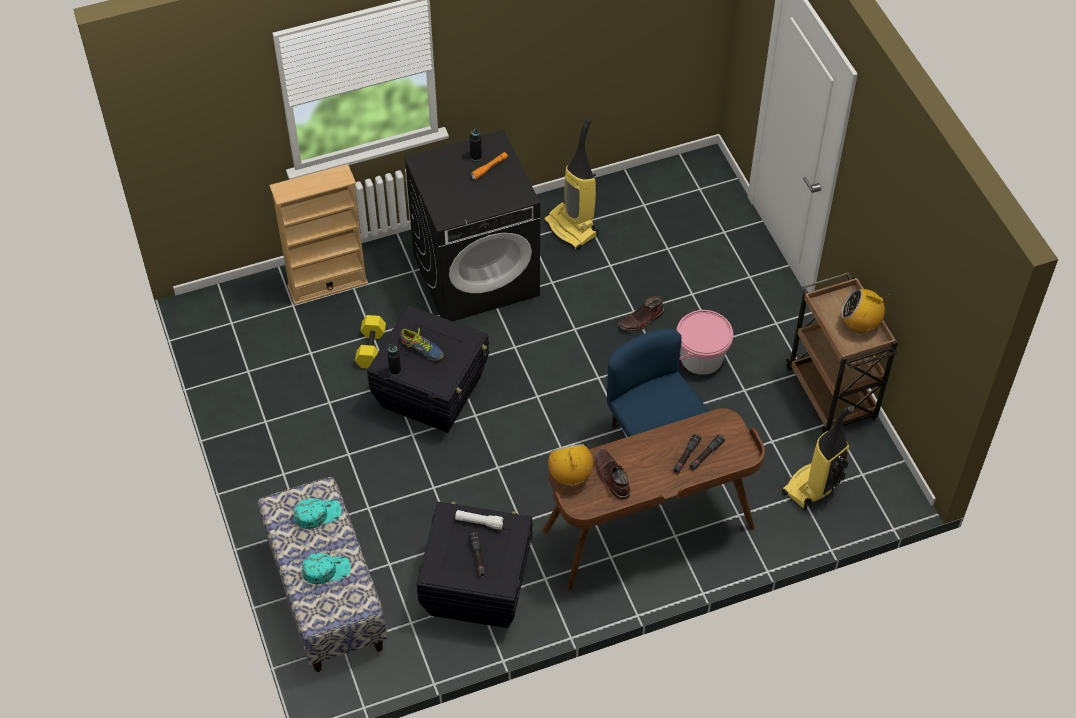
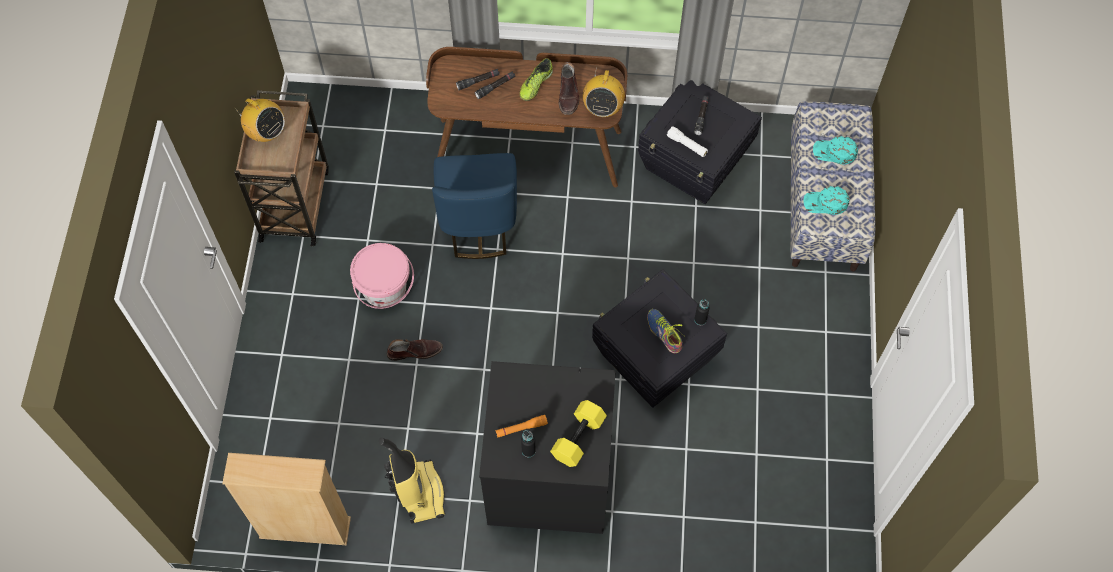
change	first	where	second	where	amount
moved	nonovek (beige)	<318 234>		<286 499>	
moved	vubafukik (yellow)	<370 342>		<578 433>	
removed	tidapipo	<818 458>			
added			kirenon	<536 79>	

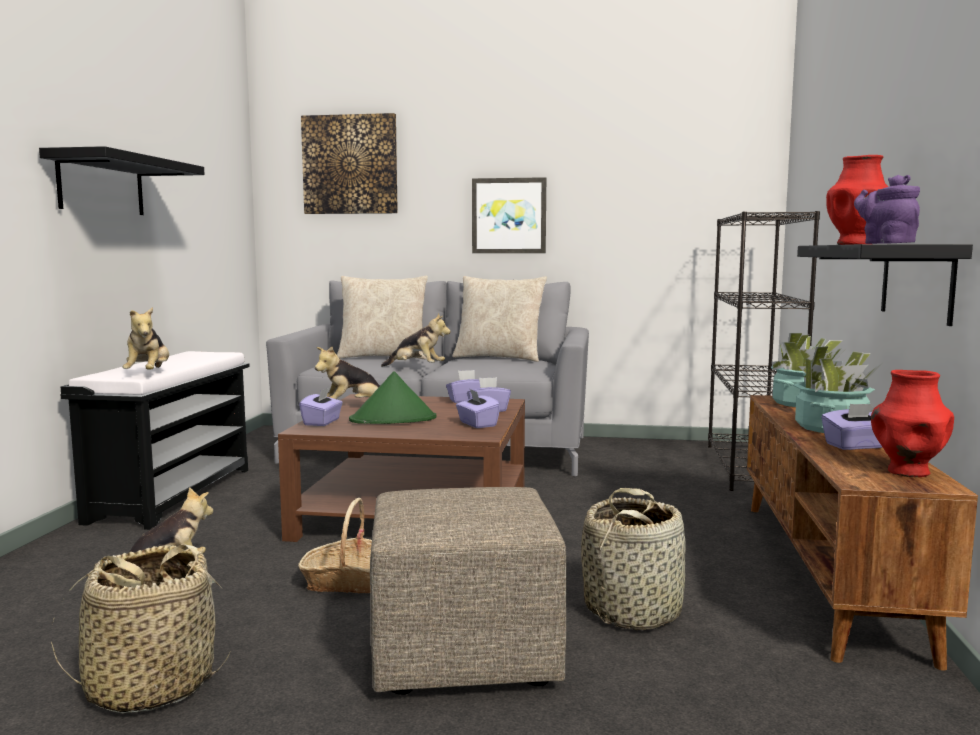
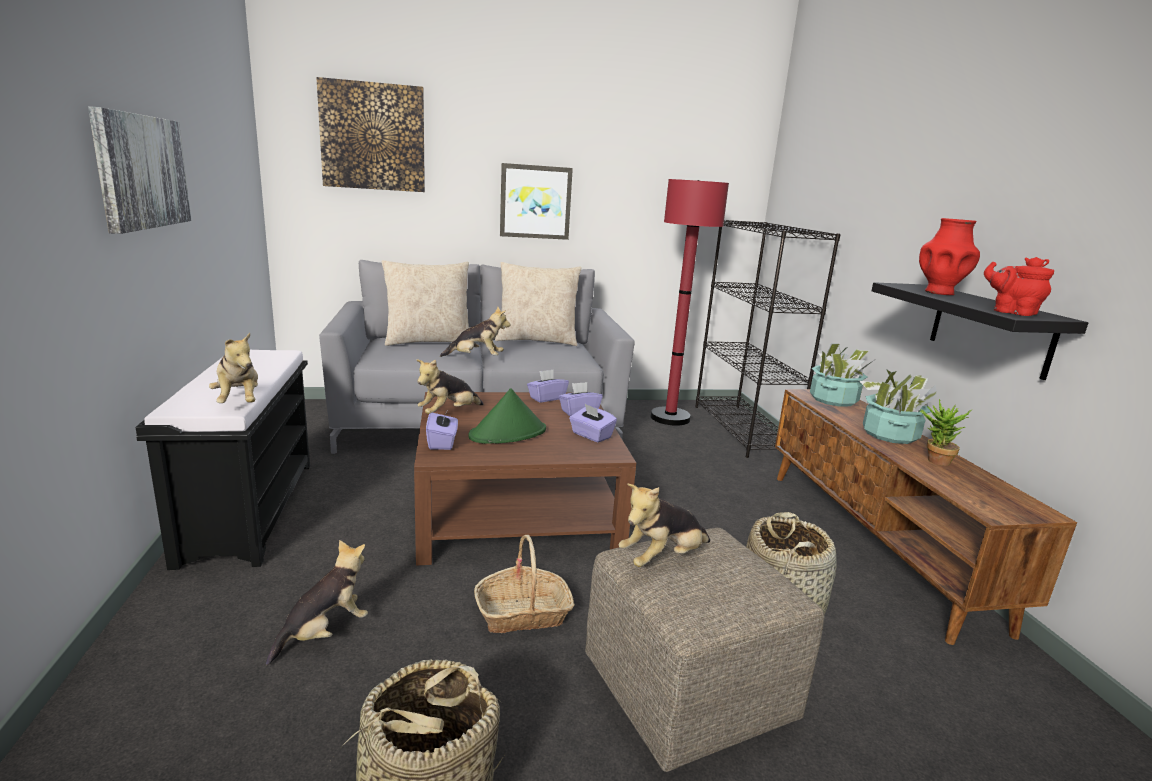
change	first	where	second	where	amount
replaced	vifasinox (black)	<122 180>	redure	<139 170>	
replaced	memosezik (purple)	<851 427>	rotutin	<945 432>	
recoloured	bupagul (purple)	<887 209>	bupagul (red)	<1019 286>	
removed	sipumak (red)	<912 423>			
added			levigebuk	<664 525>	
added			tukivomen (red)	<690 302>	

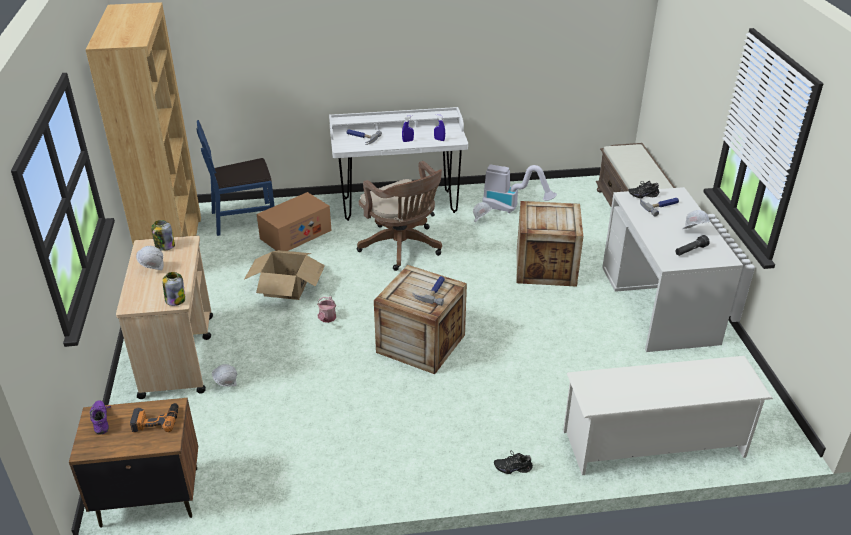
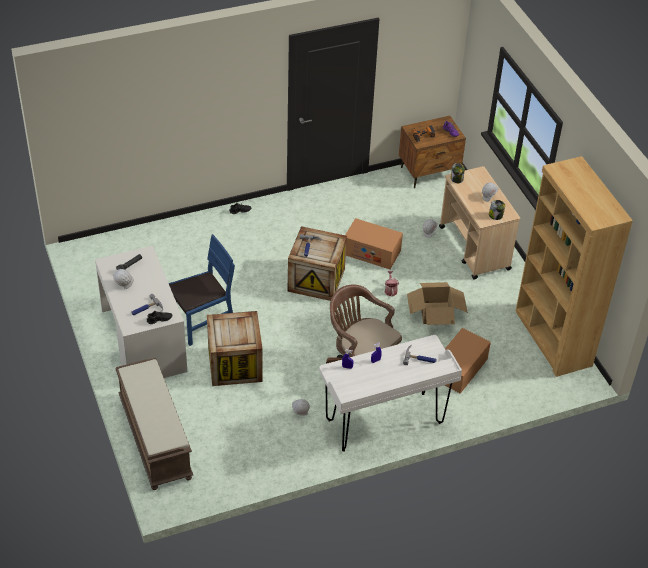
change	first	where	second	where	amount
moved	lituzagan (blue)	<235 178>		<202 290>	
removed	tidapipo	<519 189>			
removed	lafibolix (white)	<668 415>			
added			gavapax	<374 243>	

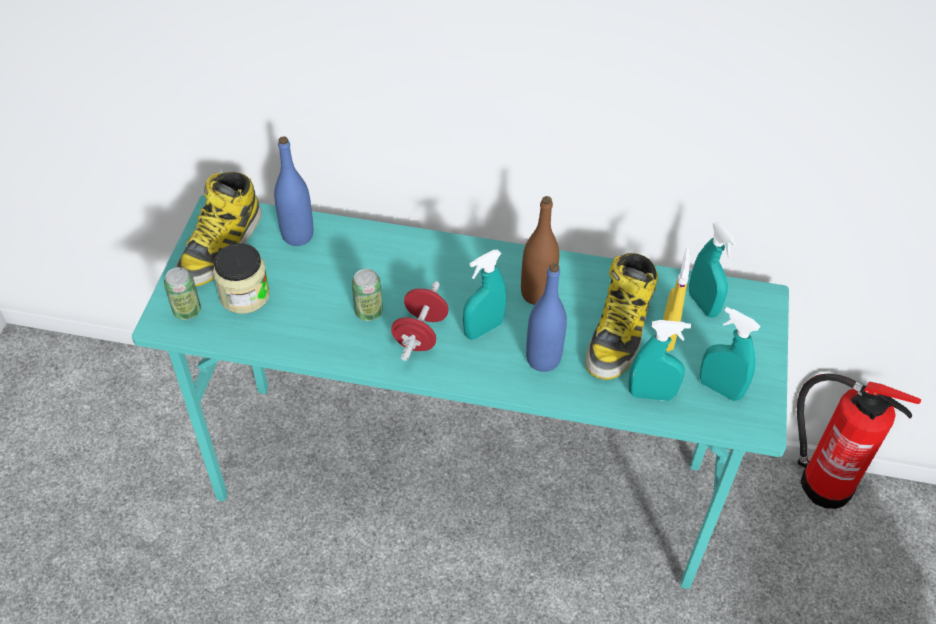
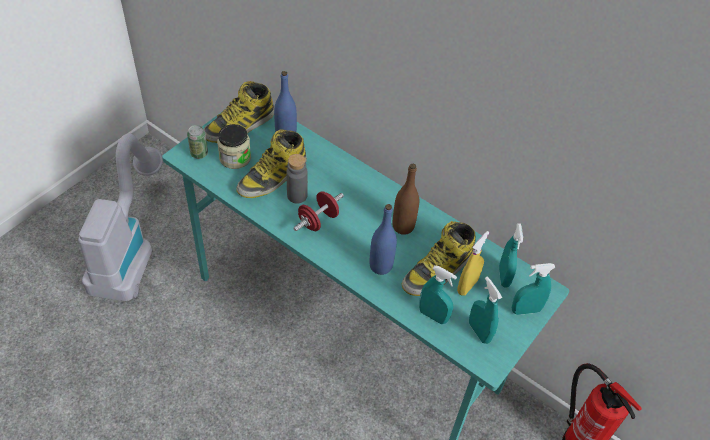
change	first	where	second	where	amount
replaced	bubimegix	<367 295>	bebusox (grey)	<297 178>	
moved	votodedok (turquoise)	<484 295>		<533 289>	
added			tidapipo	<120 217>	
added			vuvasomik	<272 163>	

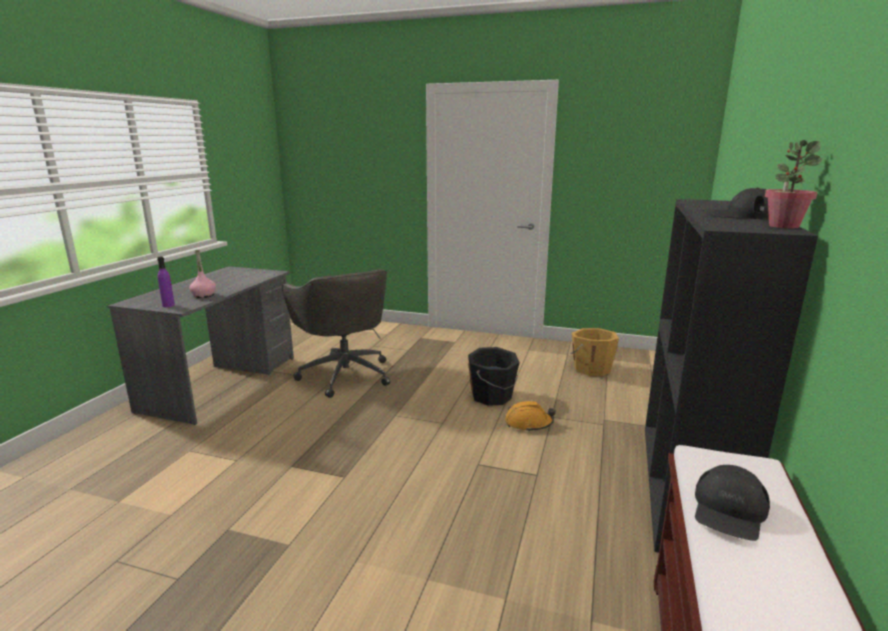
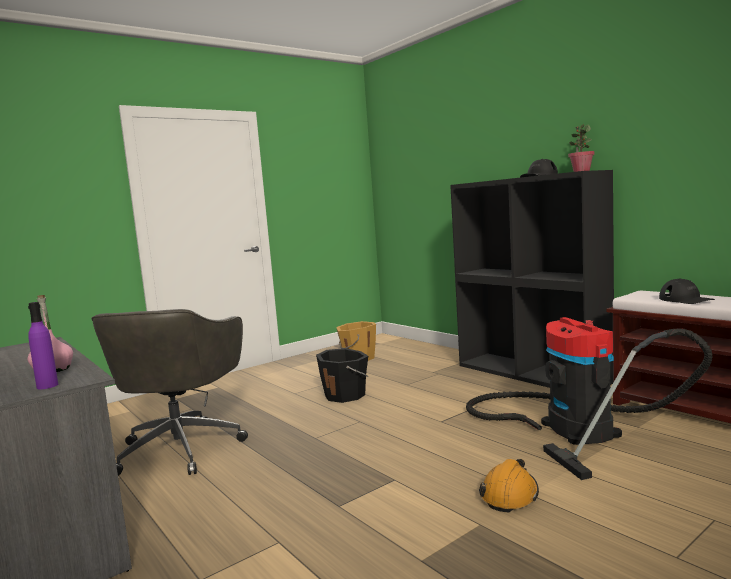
change	first	where	second	where	amount
turned	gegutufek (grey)	<336 333>		<169 392>	90 degrees clockwise
moved	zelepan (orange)	<530 416>		<509 485>	
added			tidapipo	<589 398>	

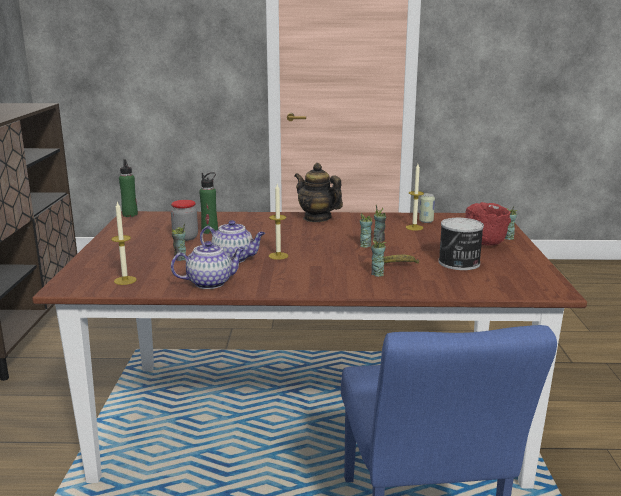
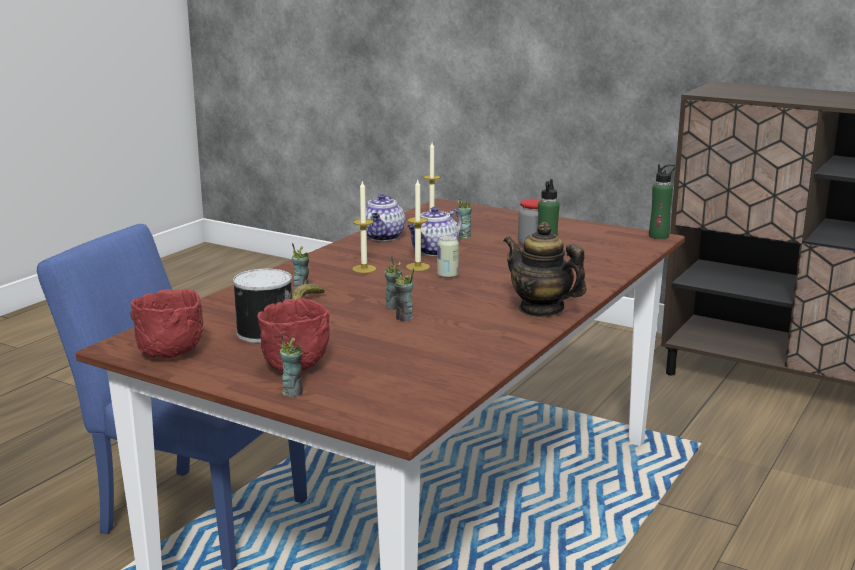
change	first	where	second	where	amount
turned	bupagul	<318 192>		<545 269>	120 degrees counterclockwise
moved	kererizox	<415 197>		<364 226>	
moved	bubimegix	<427 208>		<448 256>	
added			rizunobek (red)	<166 323>	

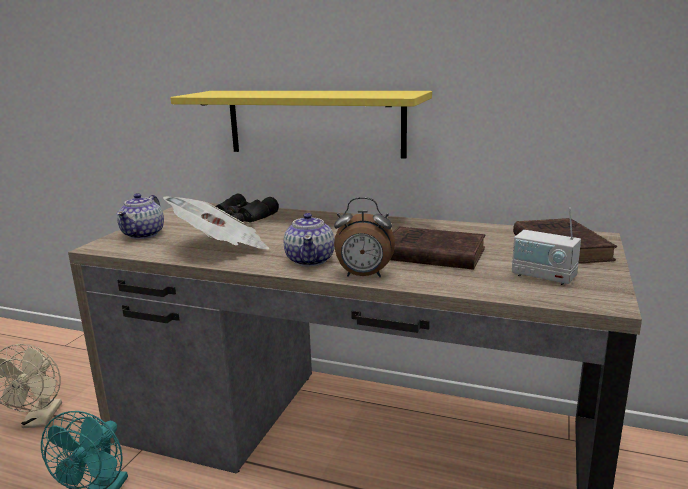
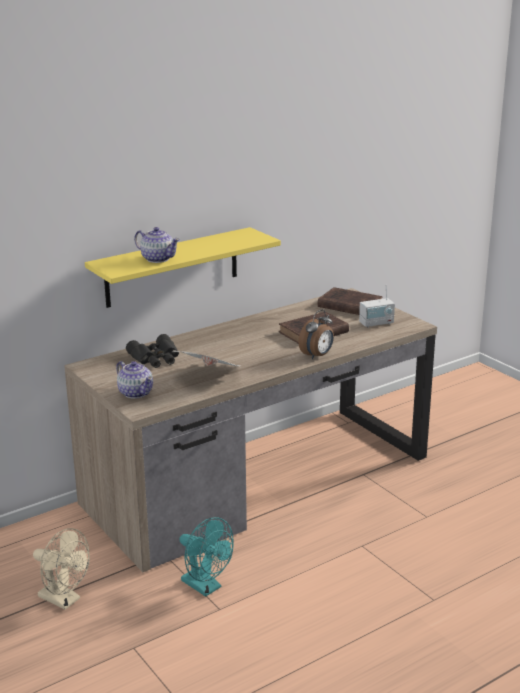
change	first	where	second	where	amount
moved	bupagul	<309 240>		<157 245>	

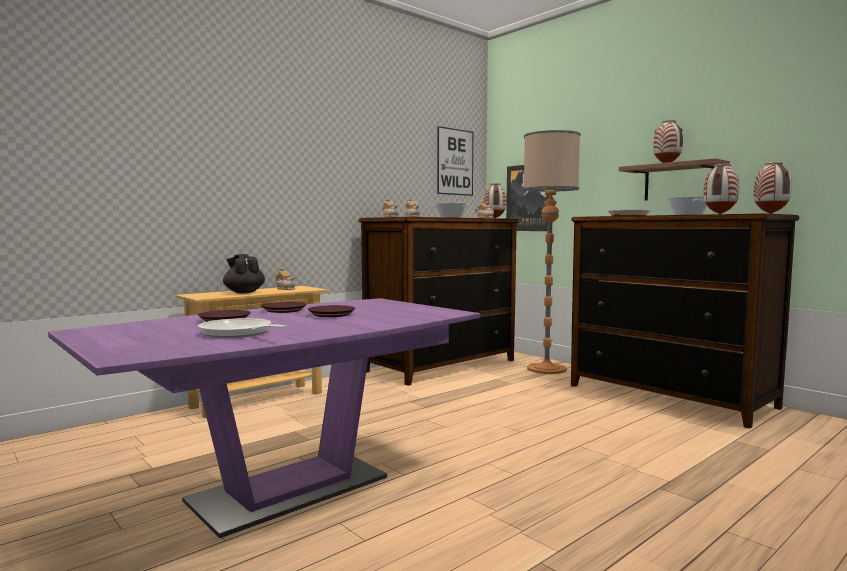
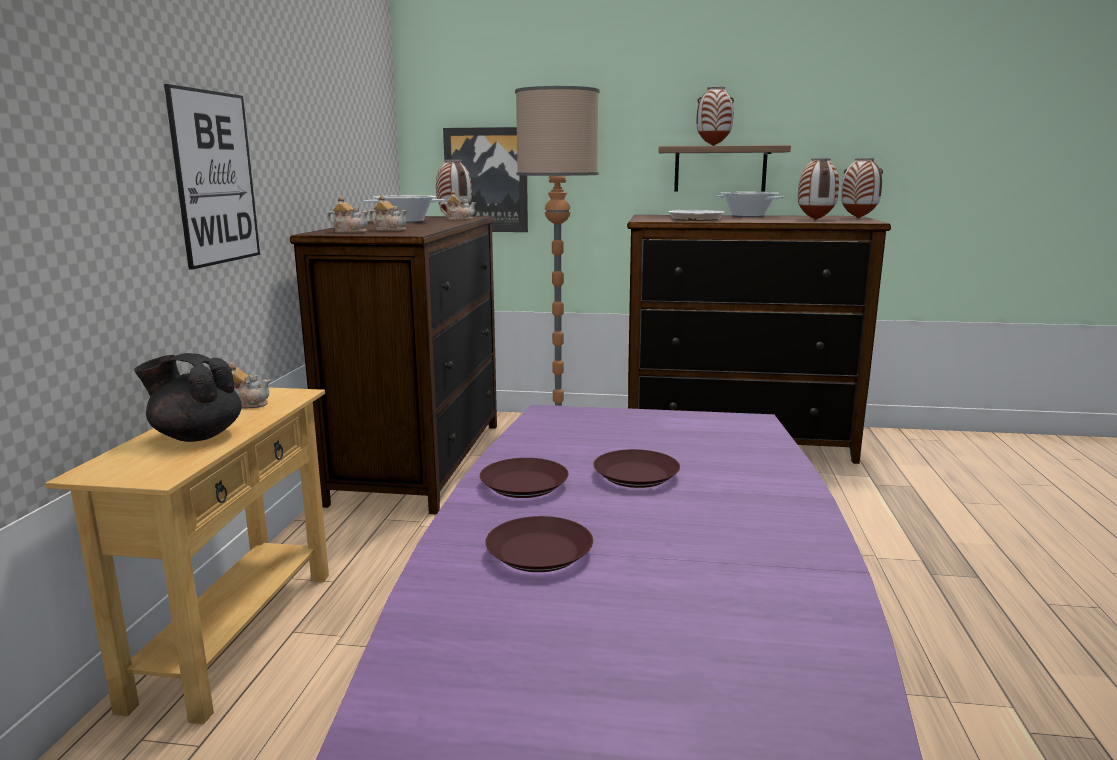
change	first	where	second	where	amount
removed	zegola	<242 328>			
moved	redure	<455 161>		<212 177>	

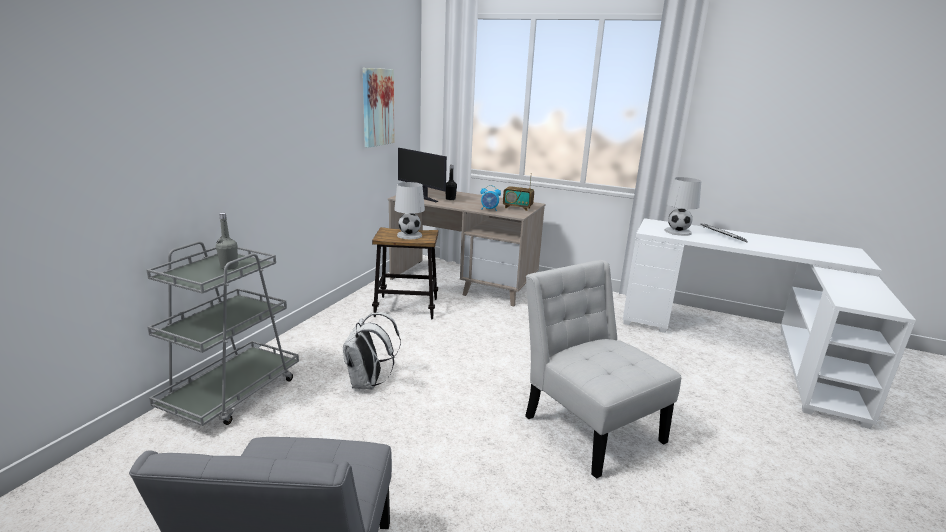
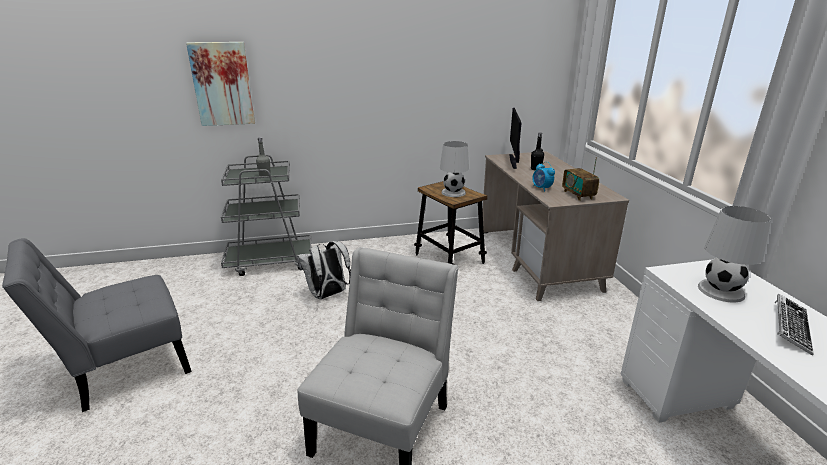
change	first	where	second	where	amount
moved	redure	<378 108>		<220 84>	

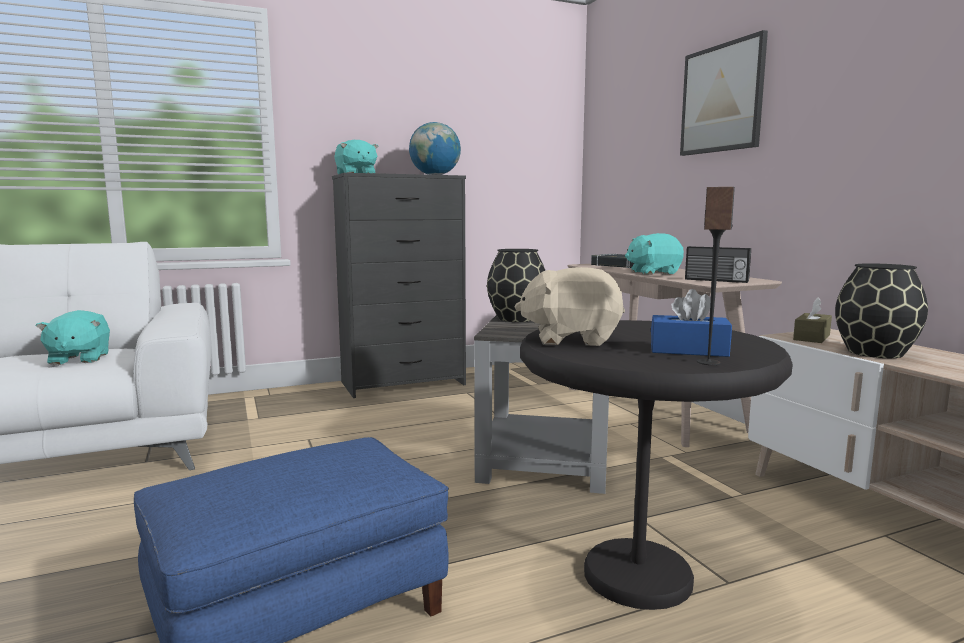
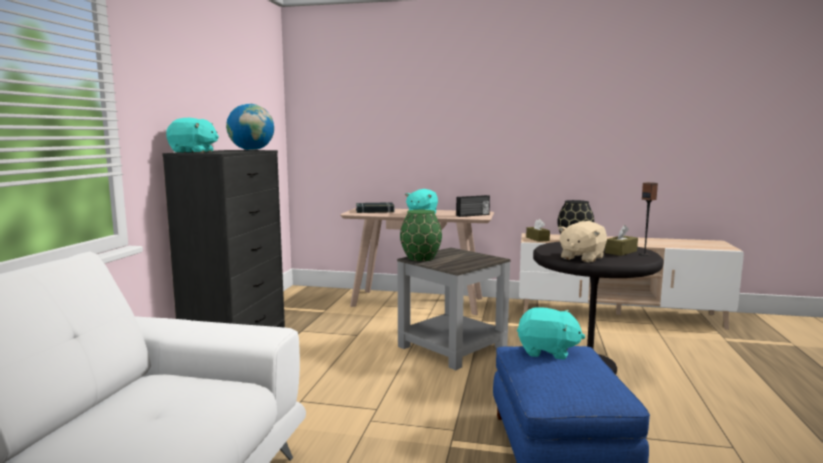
change	first	where	second	where	amount
moved	levigebuk (turquoise)	<73 337>		<551 333>	
recoloured	sipumak (black)	<516 285>	sipumak (green)	<421 235>	
recoloured	memosezik (blue)	<691 323>	memosezik (brown)	<621 240>	
removed	redure	<724 93>			

